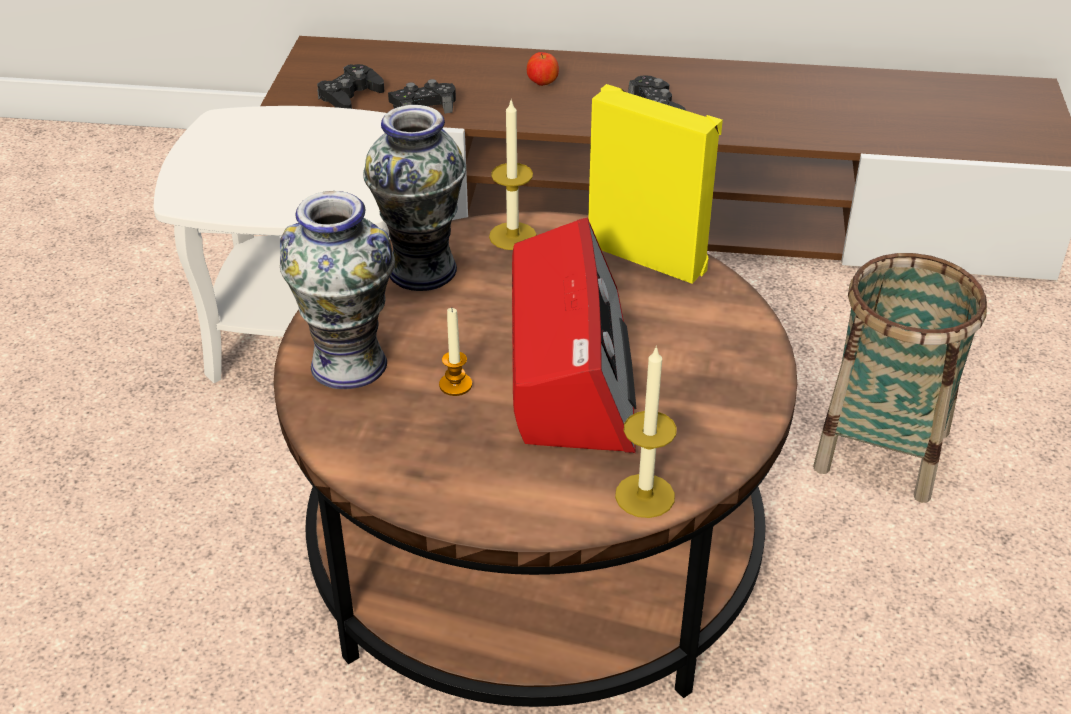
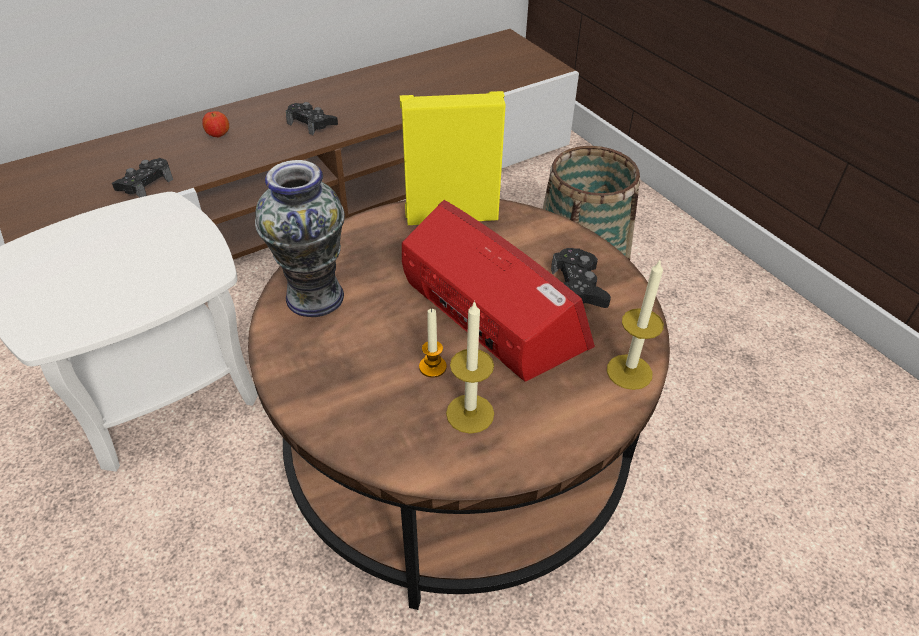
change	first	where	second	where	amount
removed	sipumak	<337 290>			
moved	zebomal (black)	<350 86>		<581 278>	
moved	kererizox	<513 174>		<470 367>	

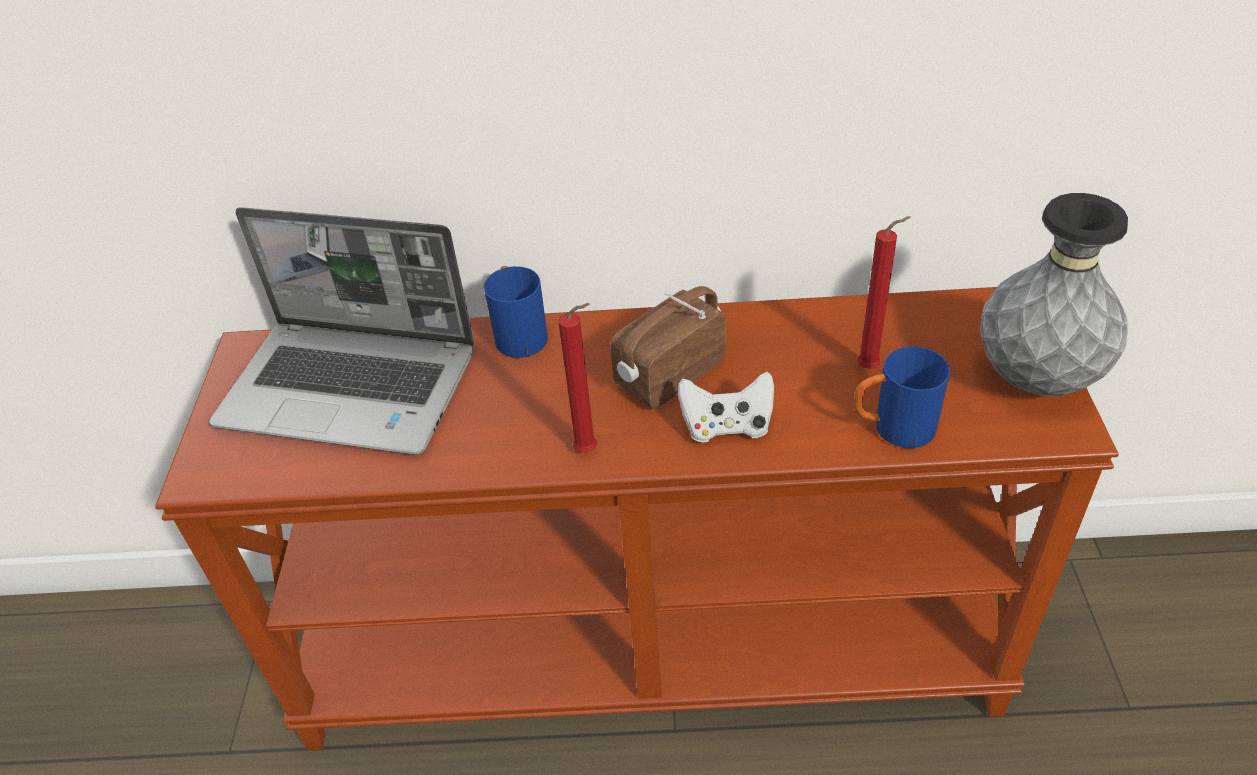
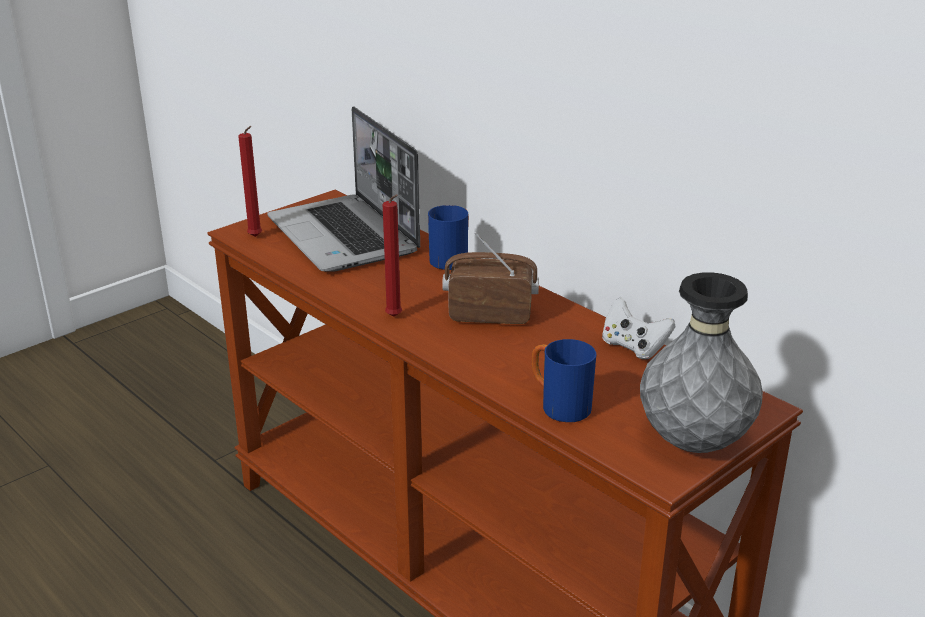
change	first	where	second	where	amount
moved	zebomal (white)	<726 407>		<639 328>	
moved	kererizox (red)	<884 292>		<250 181>	

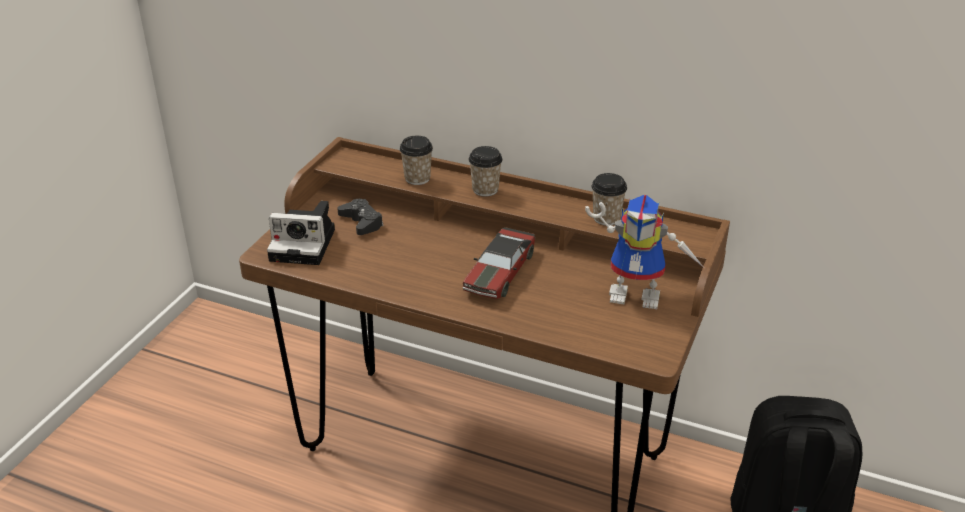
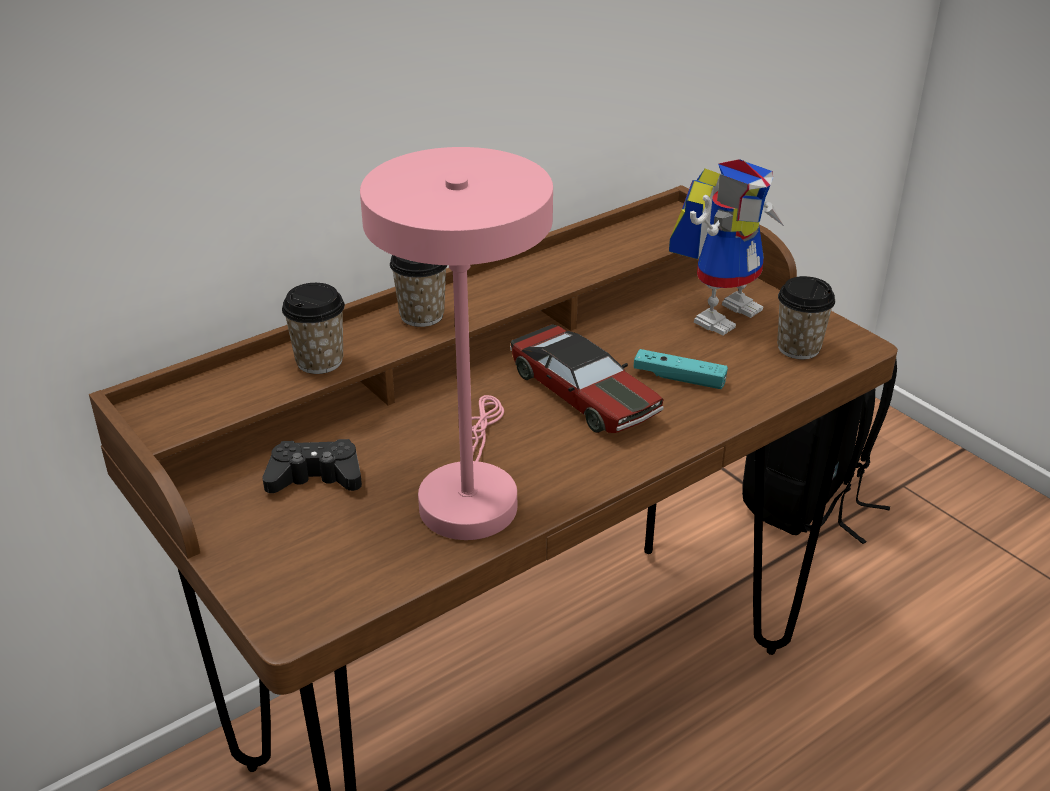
change	first	where	second	where	amount
removed	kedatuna	<301 233>			
moved	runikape	<609 199>		<806 317>	
added			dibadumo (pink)	<456 343>	
added			zebomal (turquoise)	<681 369>	

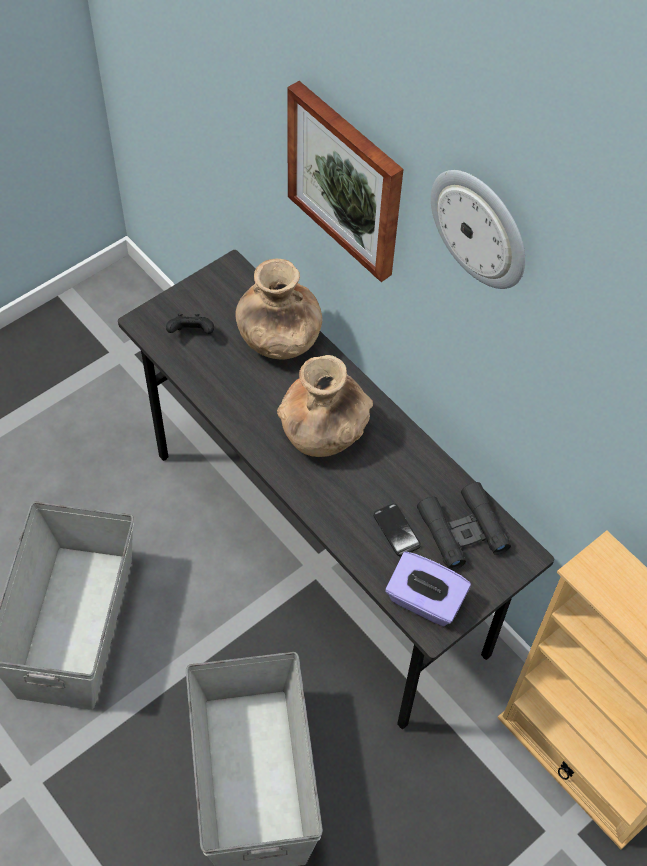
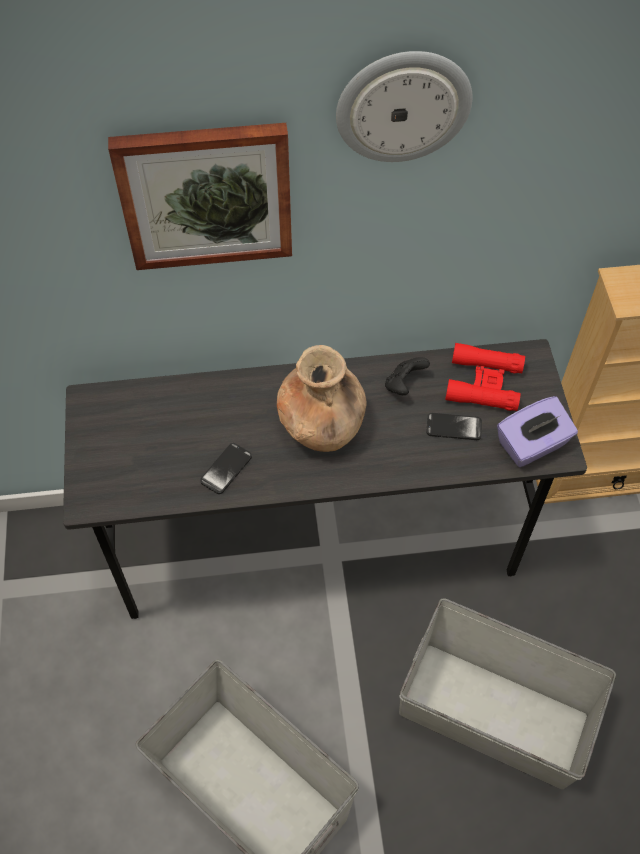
change	first	where	second	where	amount
moved	zebomal (black)	<190 324>		<407 376>	
removed	sipumak (brown)	<278 309>			
recoloured	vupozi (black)	<464 526>	vupozi (red)	<485 377>	
added			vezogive	<226 468>	

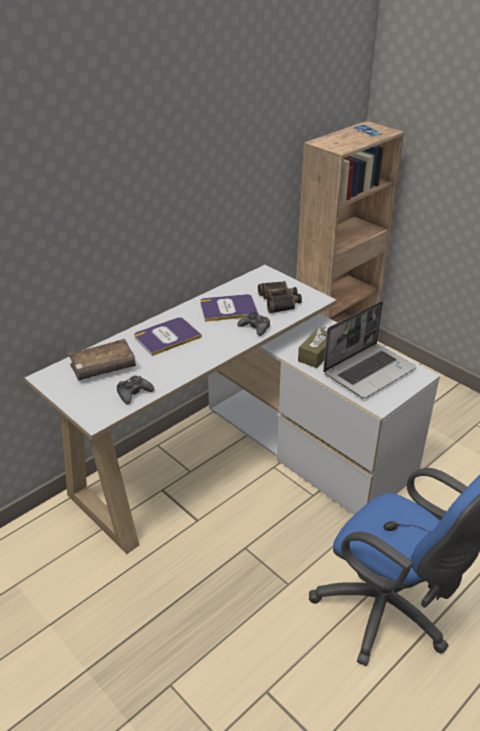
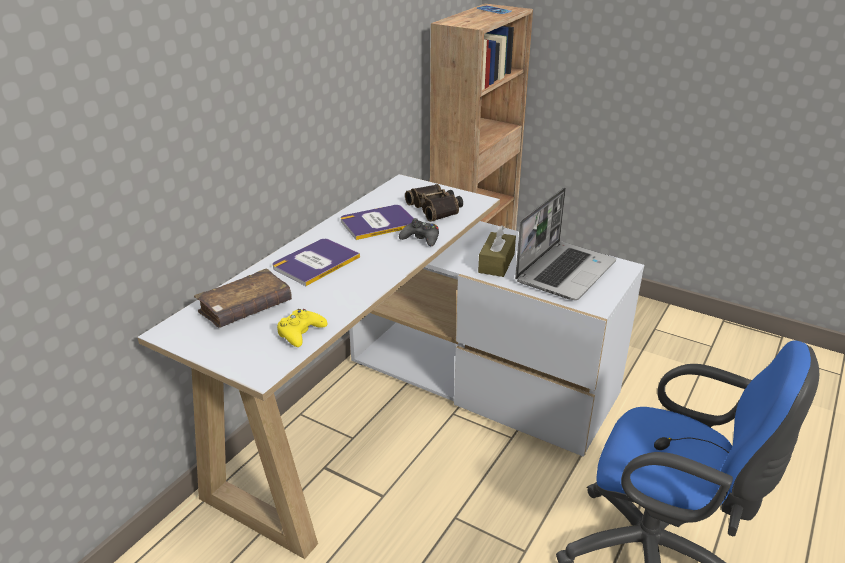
change	first	where	second	where	amount
recoloured	zebomal (black)	<135 390>	zebomal (yellow)	<302 328>	

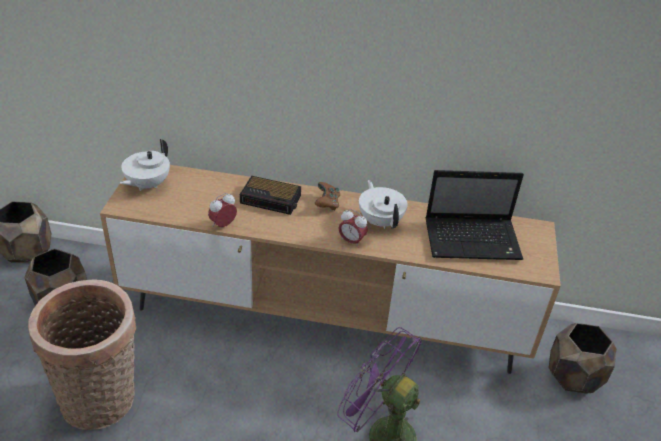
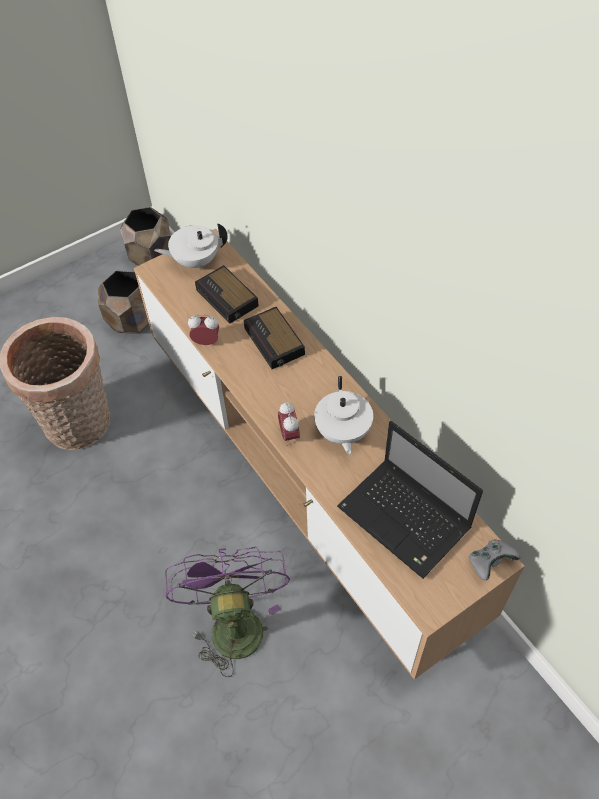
change	first	where	second	where	amount
removed	zebomal (brown)	<327 196>			
turned	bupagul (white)	<383 204>		<343 415>	150 degrees clockwise
removed	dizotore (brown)	<582 358>			
added			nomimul	<227 294>	
added			zebomal (grey)	<495 560>	

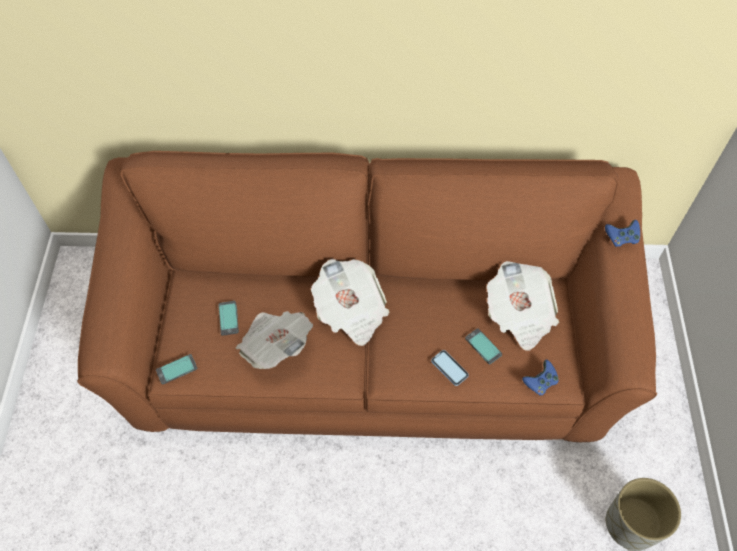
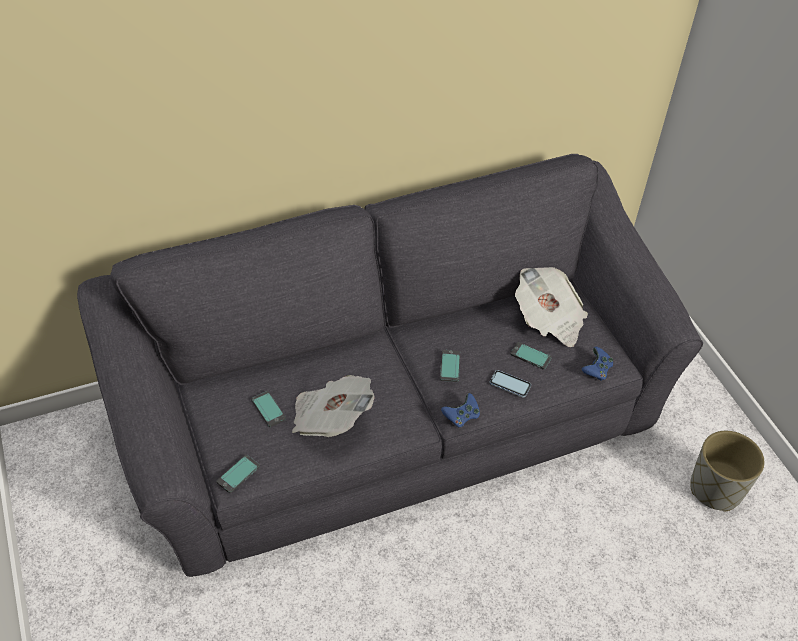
change	first	where	second	where	amount
recoloured	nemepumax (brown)	<367 296>	nemepumax (grey)	<390 365>	
removed	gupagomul	<350 302>			
moved	zebomal (blue)	<622 233>		<460 410>	
added			vezogive	<450 366>	

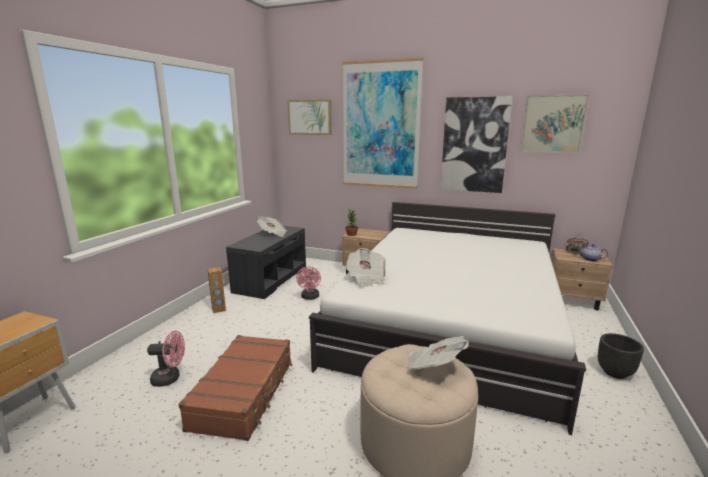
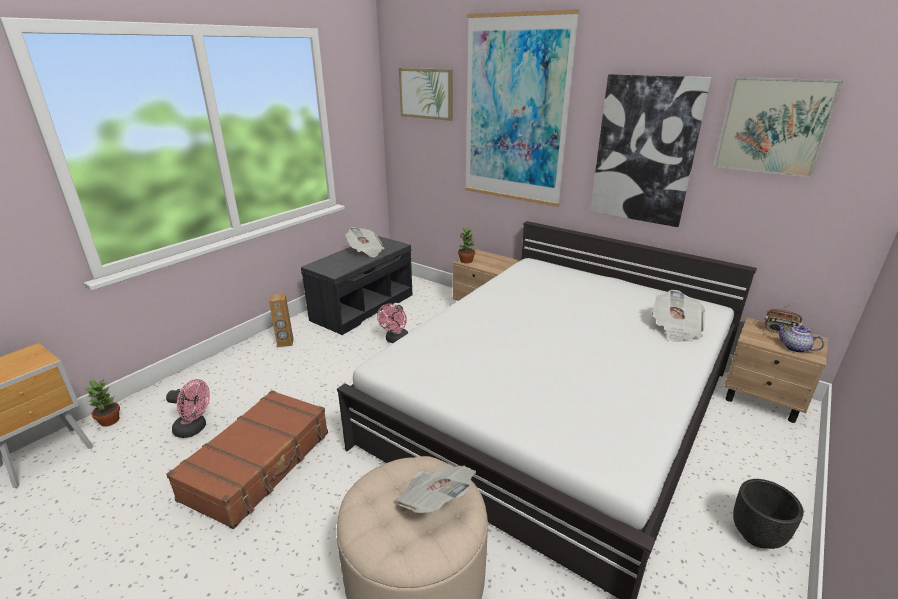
change	first	where	second	where	amount
moved	gupagomul	<366 267>		<678 316>	
added			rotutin	<102 402>	

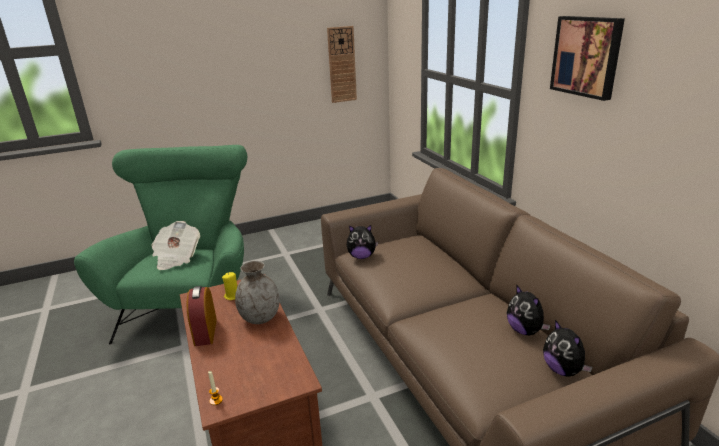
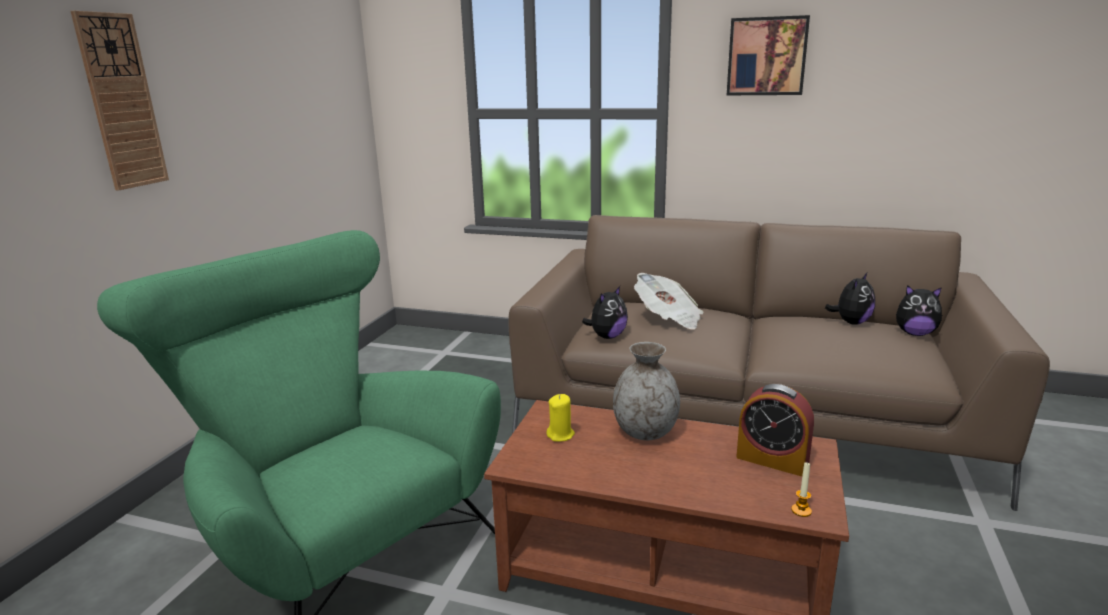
change	first	where	second	where	amount
moved	gupagomul	<175 245>		<668 301>	
moved	nomimul	<202 316>		<775 430>	
moved	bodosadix	<342 64>		<120 100>	
turned	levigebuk	<529 309>		<850 299>	60 degrees counterclockwise

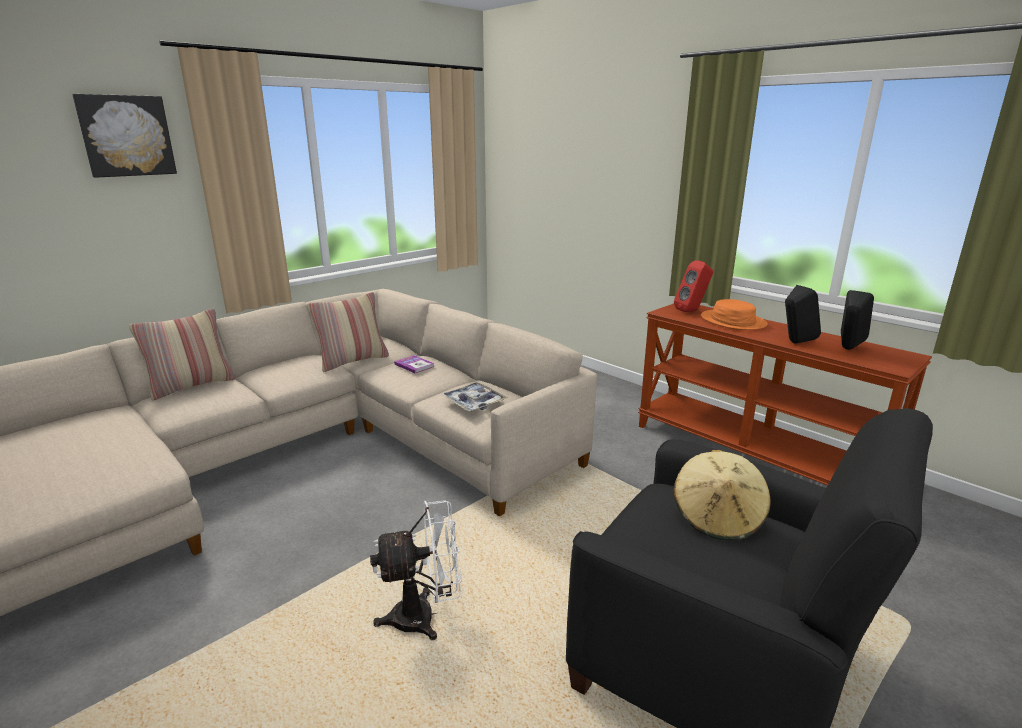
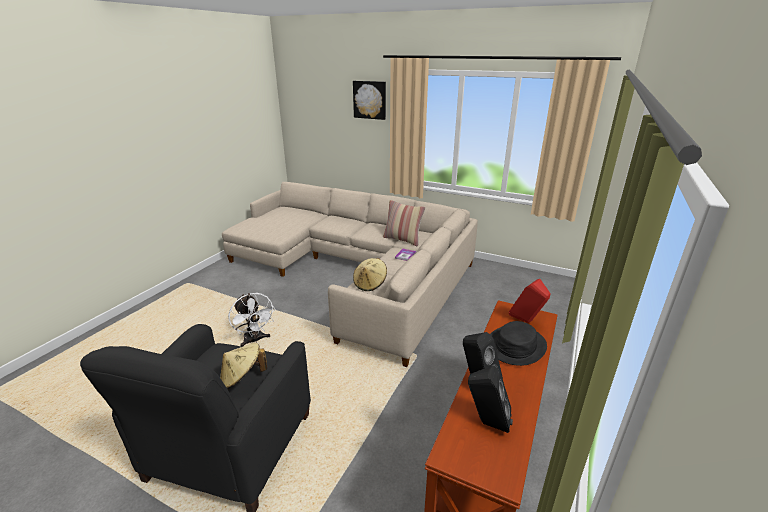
change	first	where	second	where	amount
removed	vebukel	<182 355>			
replaced	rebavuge	<474 396>	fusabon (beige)	<370 274>	
recoloured	fusabon (orange)	<734 314>	fusabon (black)	<518 343>	

